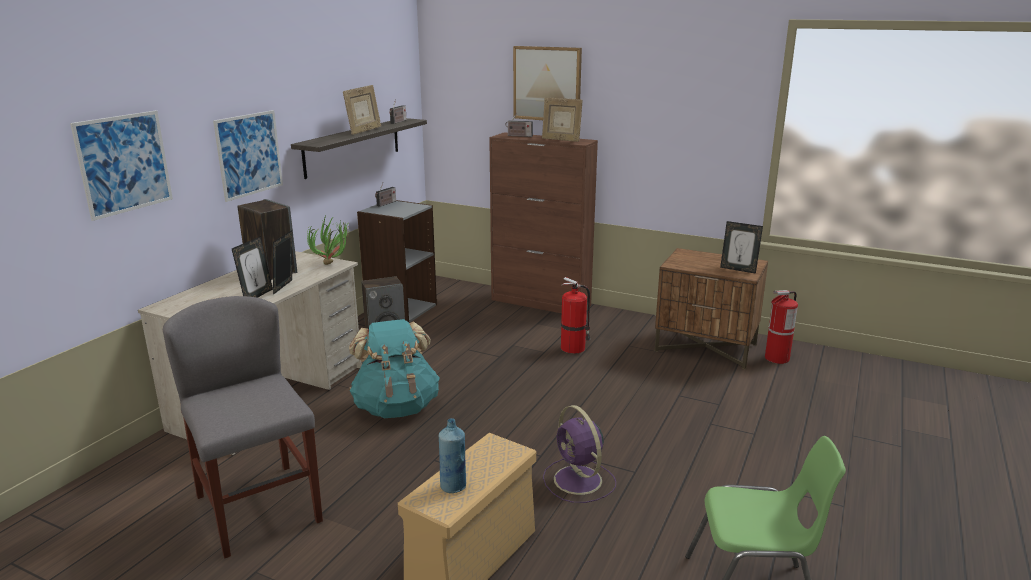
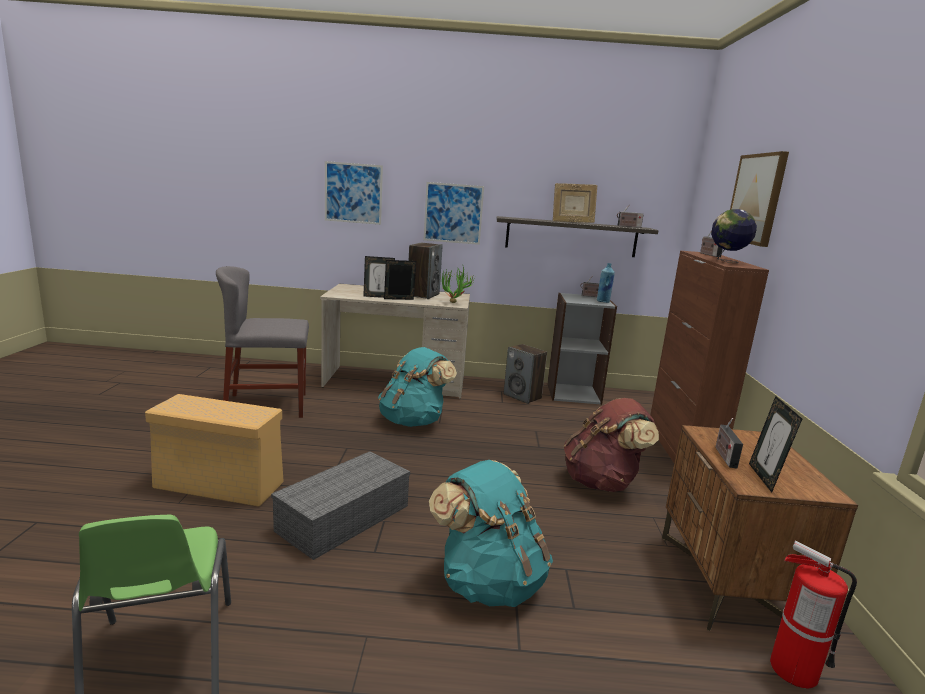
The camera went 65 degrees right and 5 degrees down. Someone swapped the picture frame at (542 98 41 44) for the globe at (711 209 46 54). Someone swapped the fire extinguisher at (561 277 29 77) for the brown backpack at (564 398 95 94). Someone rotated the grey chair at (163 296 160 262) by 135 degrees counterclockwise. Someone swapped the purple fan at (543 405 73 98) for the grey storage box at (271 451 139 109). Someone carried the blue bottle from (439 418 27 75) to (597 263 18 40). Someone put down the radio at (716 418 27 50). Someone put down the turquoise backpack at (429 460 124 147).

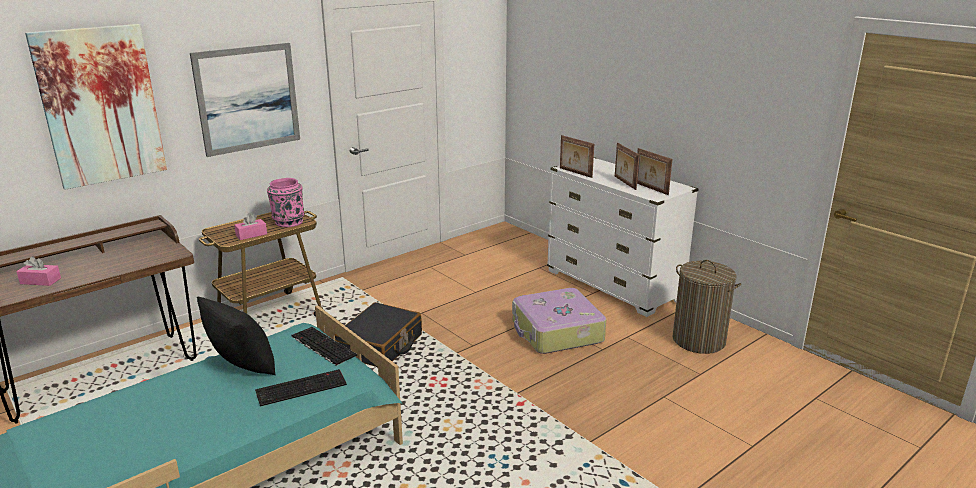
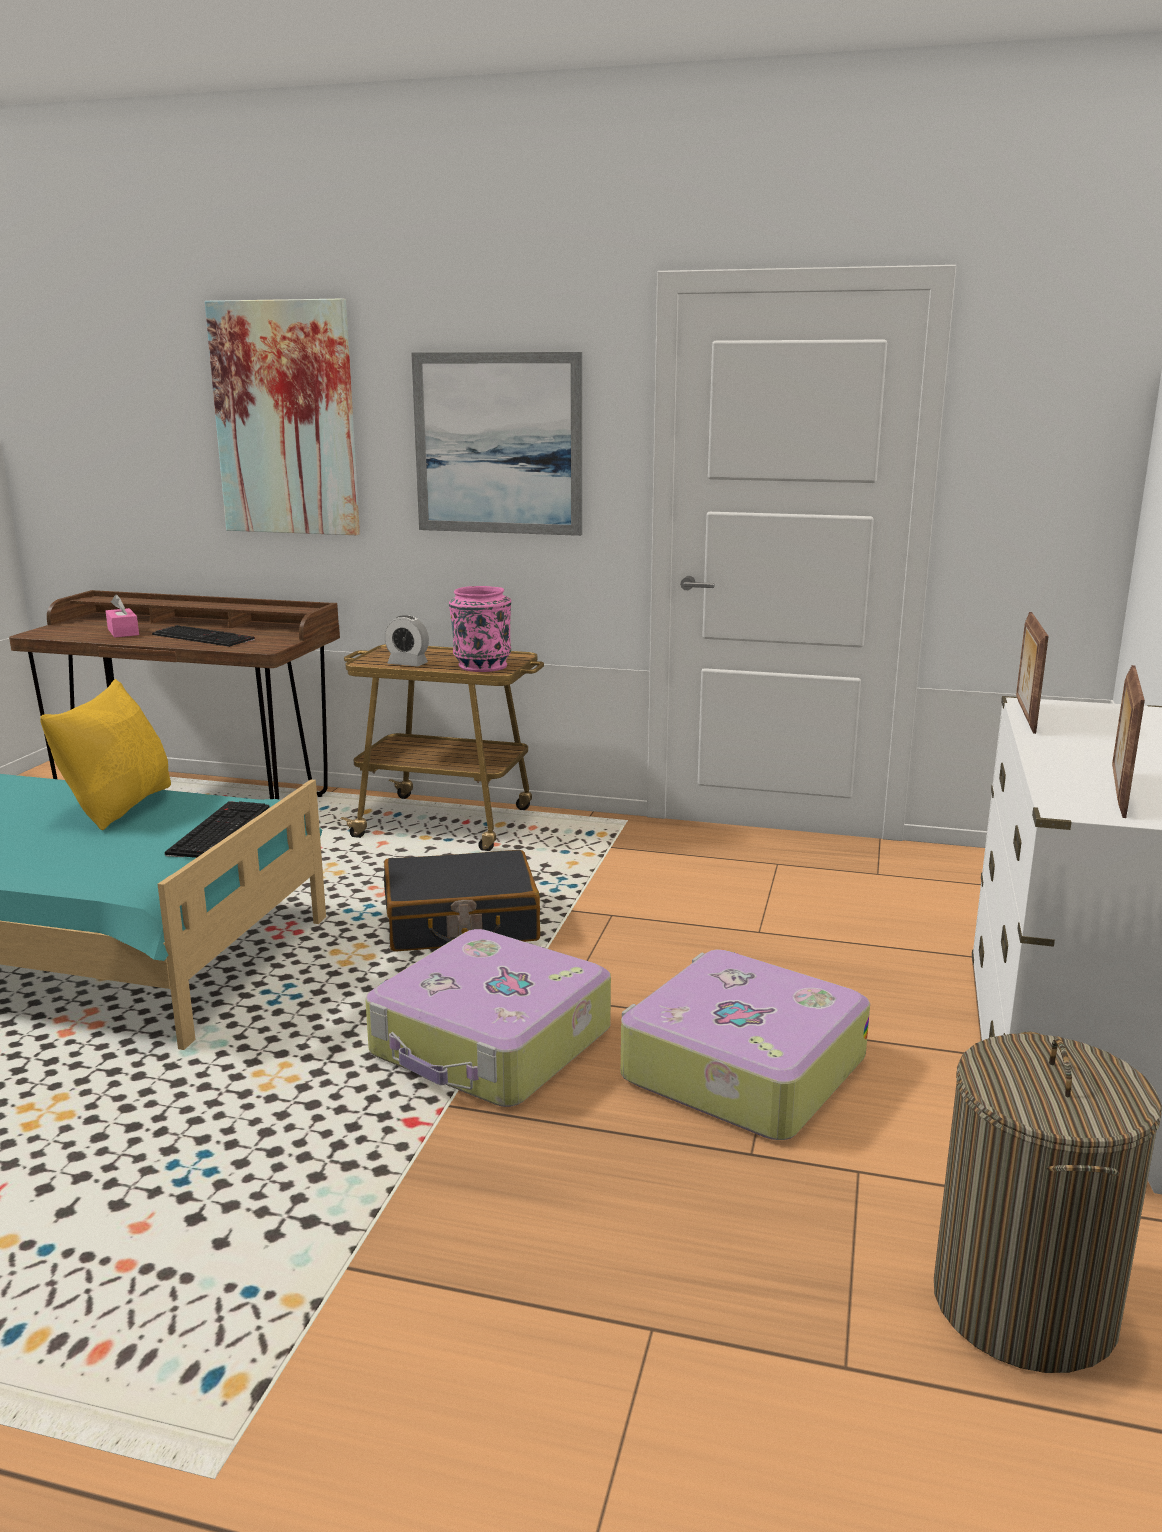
The camera went 55 degrees right and 5 degrees down. Someone took away the picture frame at (615 143 24 47). Someone swapped the pink tissue box at (234 213 33 27) for the alarm clock at (384 615 45 51). Someone repainted the black pillow at (197 297 79 78), which became the yellow pillow at (40 679 131 151). Someone carried the keyboard from (255 369 92 38) to (152 625 103 22). Someone put down the suitcase at (365 929 246 178).

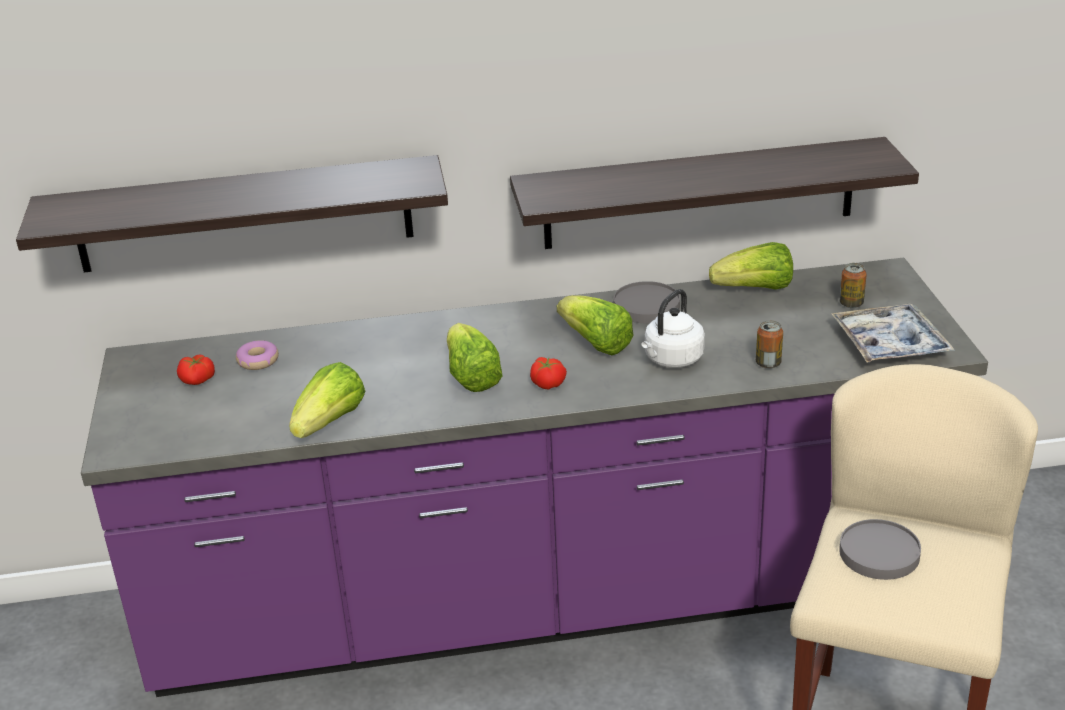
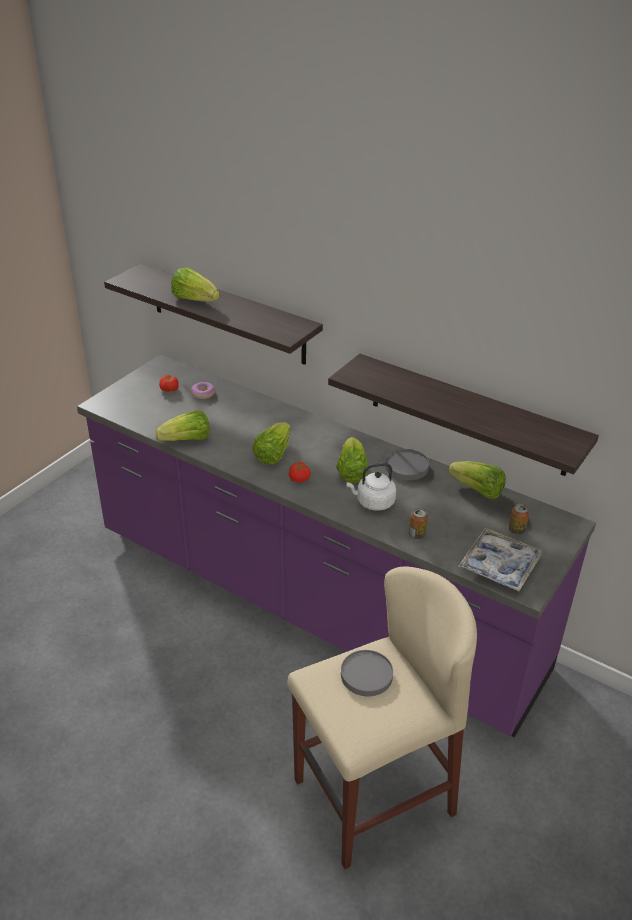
The camera went 40 degrees right and 5 degrees up. Someone put down the lettuce at (171 267 48 35).

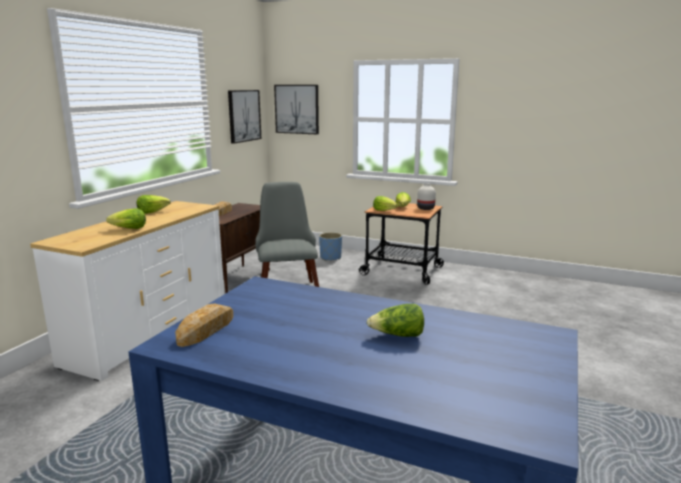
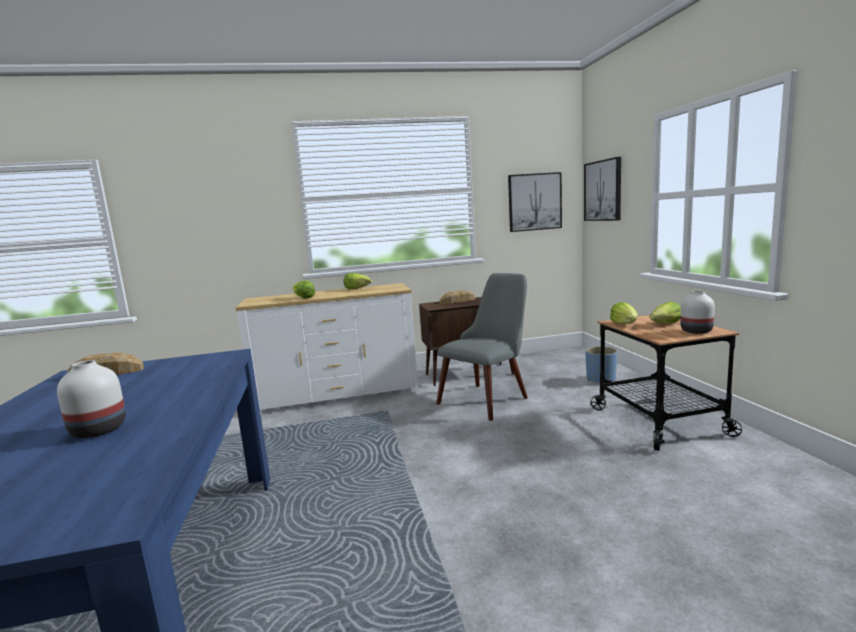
The camera went 55 degrees right and 5 degrees down. Someone swapped the lettuce at (367 304 57 33) for the white vase at (57 360 69 78).

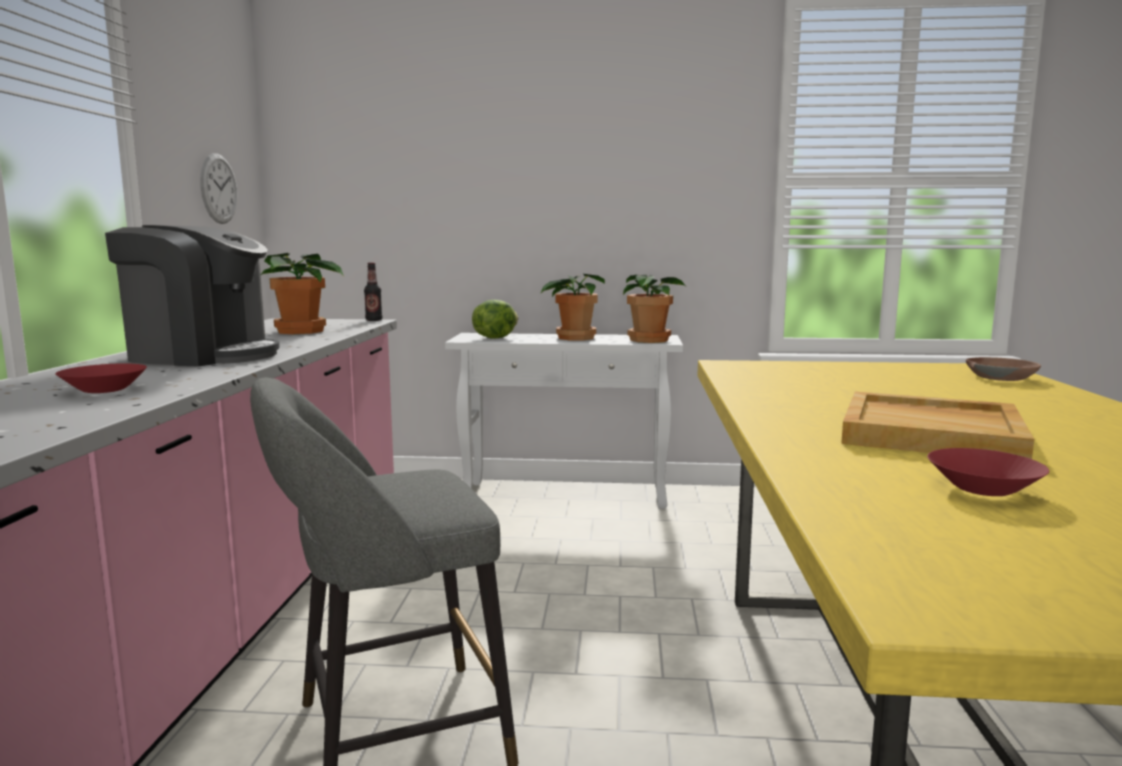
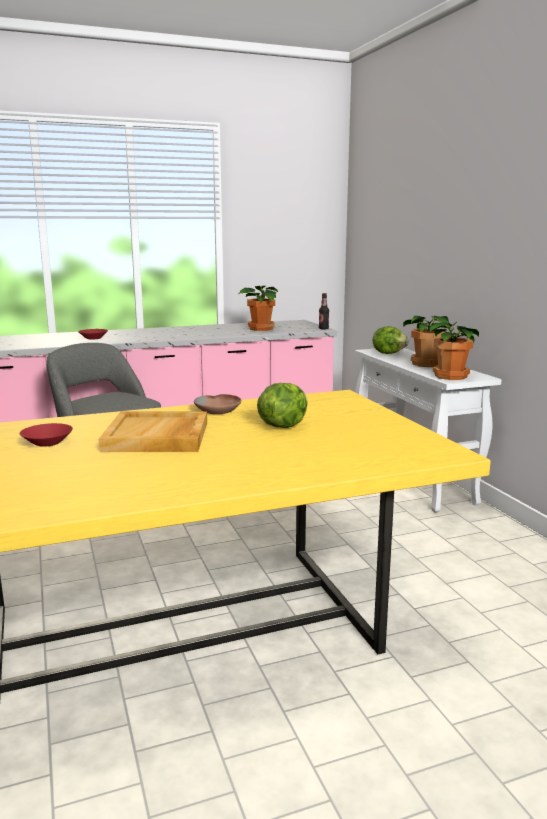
The camera went 65 degrees right and 5 degrees up. Someone took away the wall clock at (200 153 38 71). Someone took away the coffee machine at (105 225 175 141). Someone carried the brown bowl from (966 357 75 24) to (194 394 47 20). Someone put down the lettuce at (257 383 51 45).

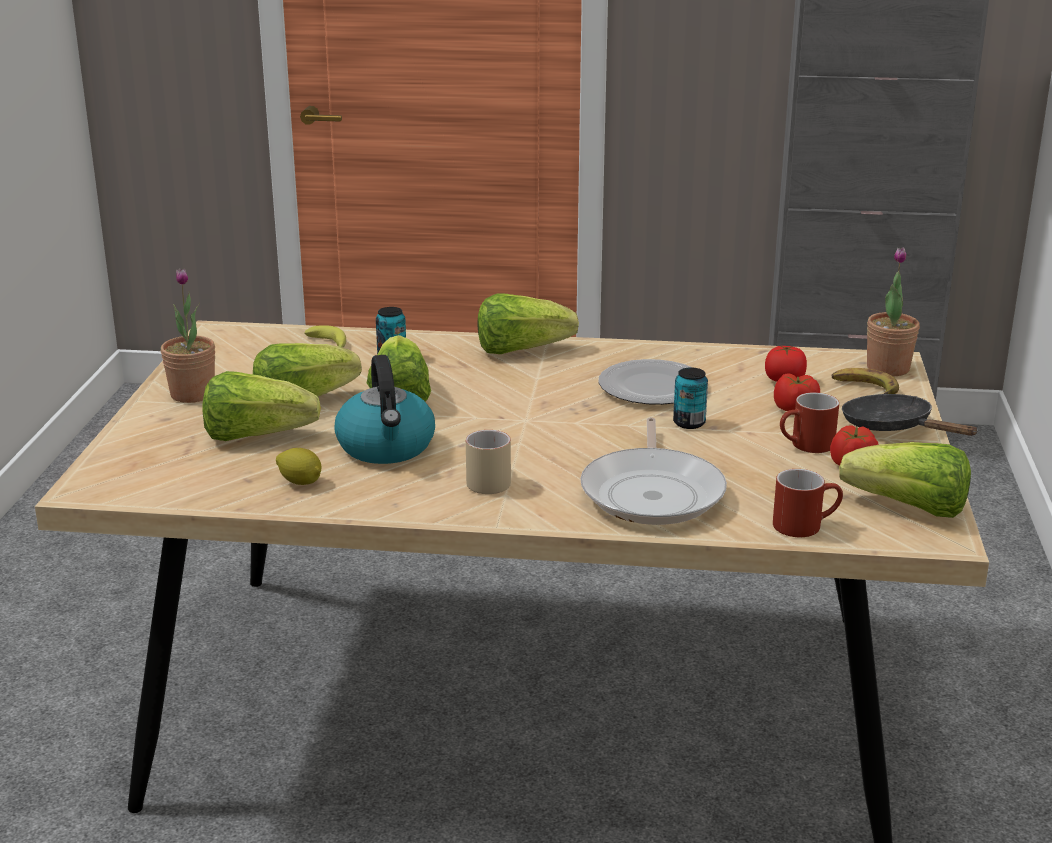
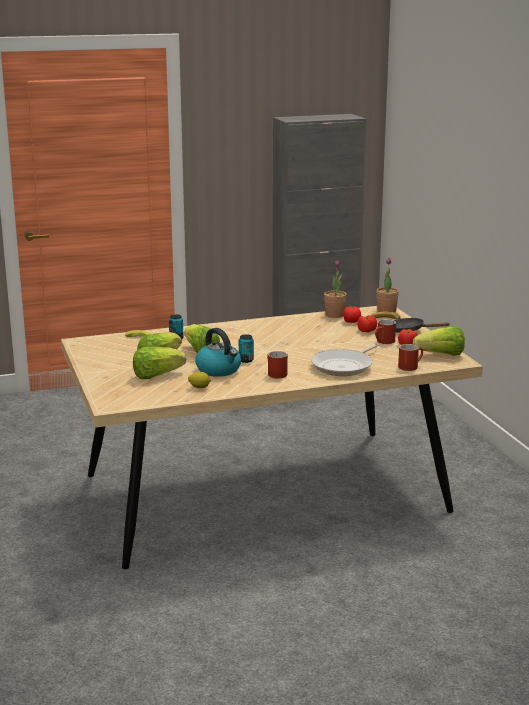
The camera went 25 degrees left and 5 degrees down. Someone carried the potted plant from (161 268 54 135) to (324 260 23 58). Someone took away the lettuce at (478 293 101 61). Someone took away the plate at (599 359 94 46). Someone carried the can from (673 367 35 62) to (239 334 15 29). Someone rotated the frying pan at (580 417 147 108) by 60 degrees clockwise. Someone repainted the beige mug at (466 430 45 64), which became the red mug at (267 351 21 27).

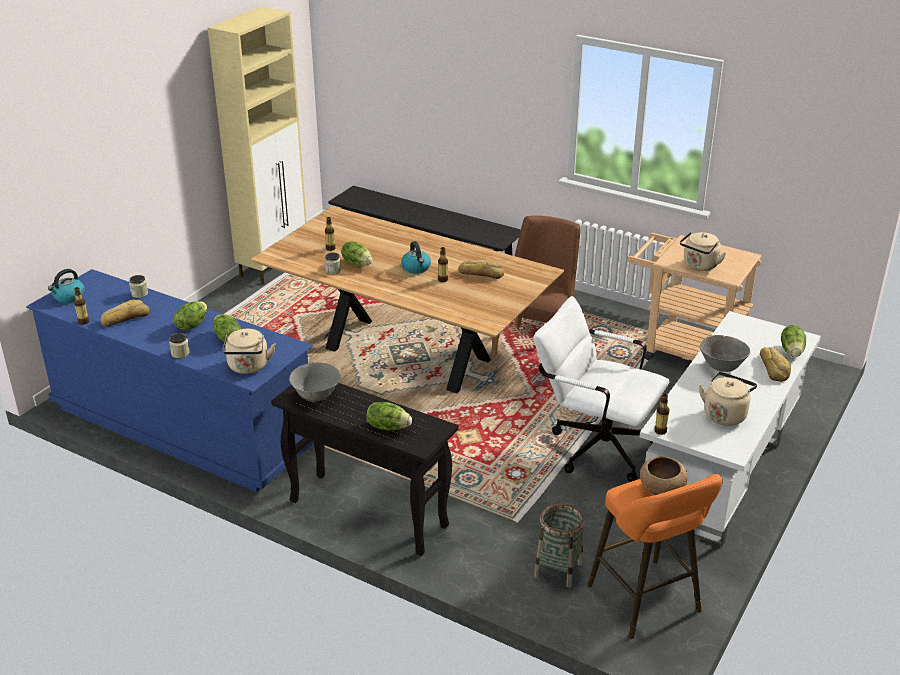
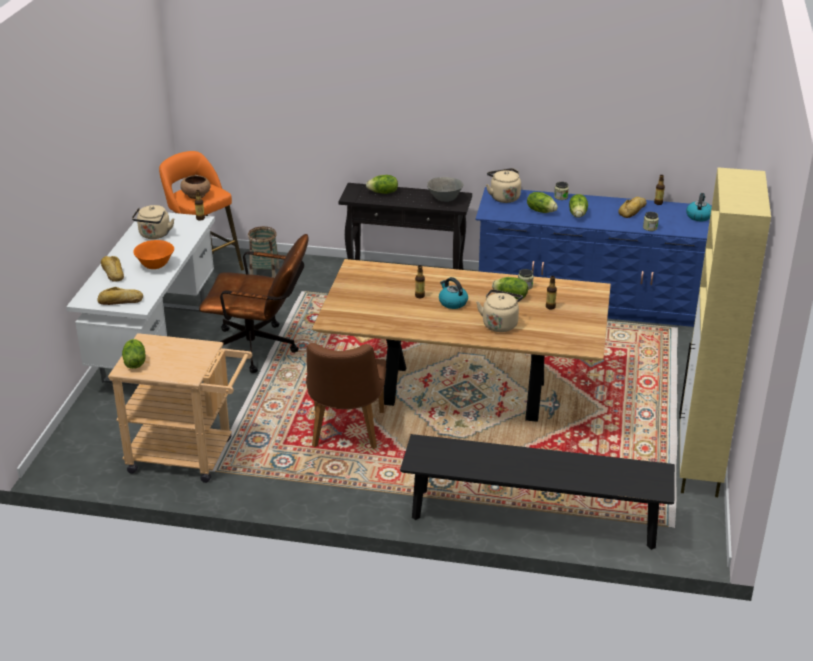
The camera went 160 degrees right and 0 degrees up. Someone carried the beige kettle from (680 232 46 39) to (476 289 47 43). Someone carried the bread from (458 260 46 19) to (98 287 45 18). Someone repainted the white office chair at (533 296 137 186), which became the brown office chair at (199 234 110 139). Someone carried the lettuce from (781 325 25 32) to (122 339 24 30). Someone repainted the grey bowl at (699 335 51 37), which became the orange bowl at (133 240 41 29).

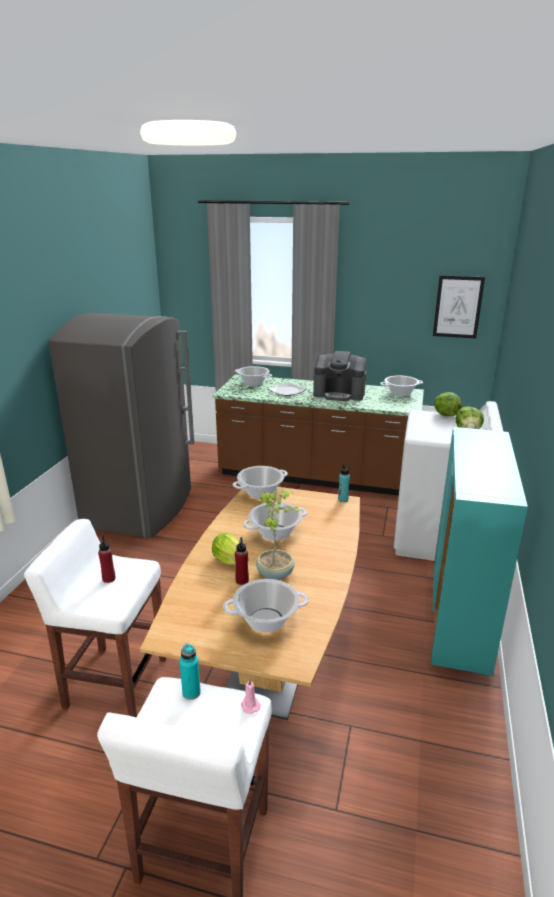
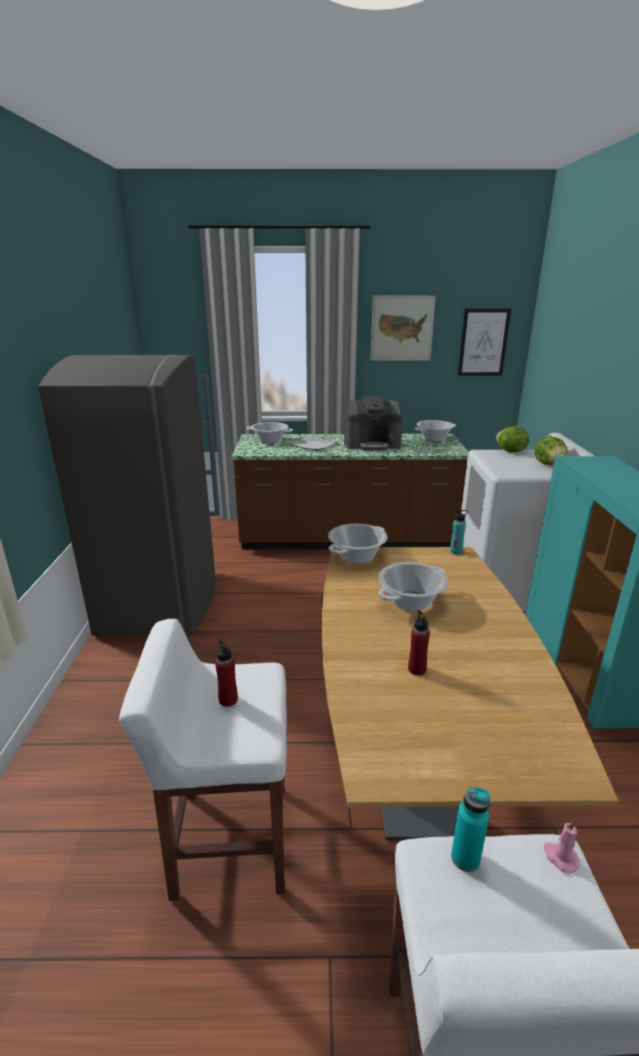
The camera went 15 degrees left and 0 degrees up. Someone took away the potted plant at (256 489 46 91). Someone took away the lettuce at (212 533 37 32). Someone took away the cooking pot at (223 579 86 54). Someone put up the picture at (371 296 65 65).

